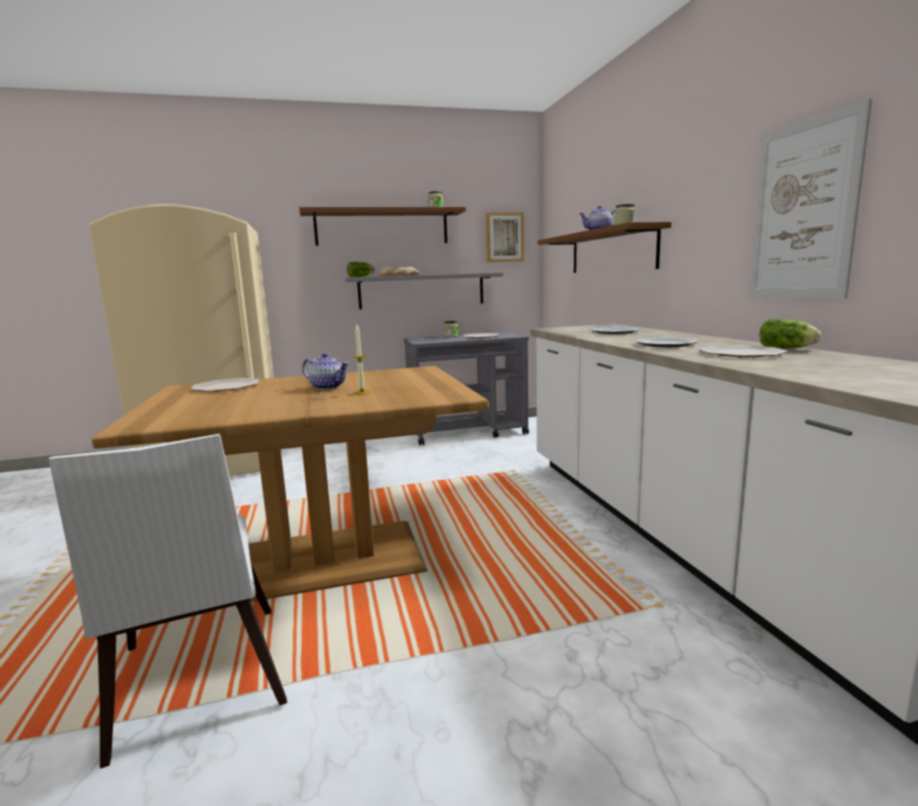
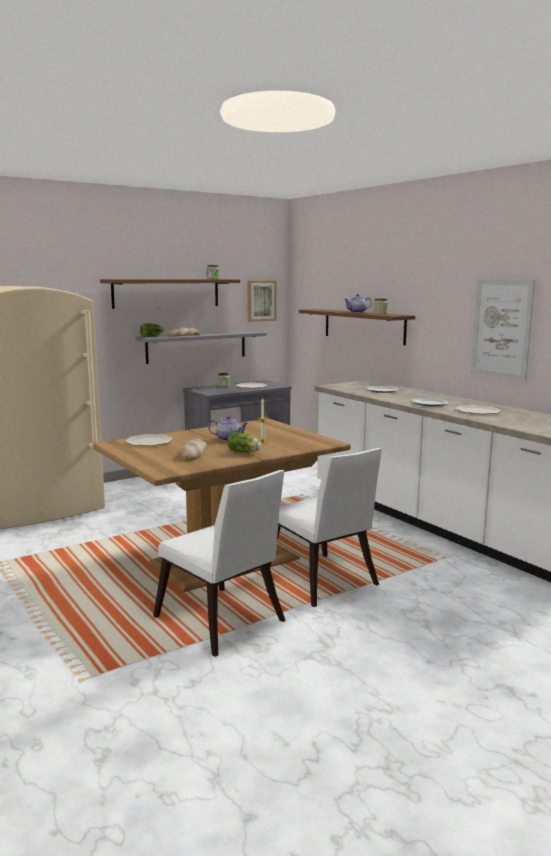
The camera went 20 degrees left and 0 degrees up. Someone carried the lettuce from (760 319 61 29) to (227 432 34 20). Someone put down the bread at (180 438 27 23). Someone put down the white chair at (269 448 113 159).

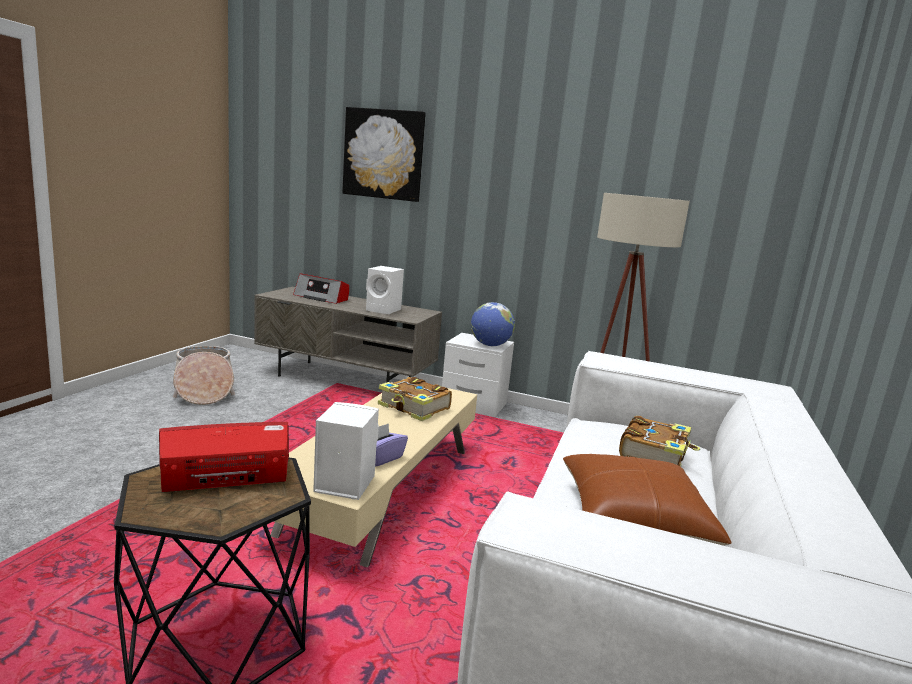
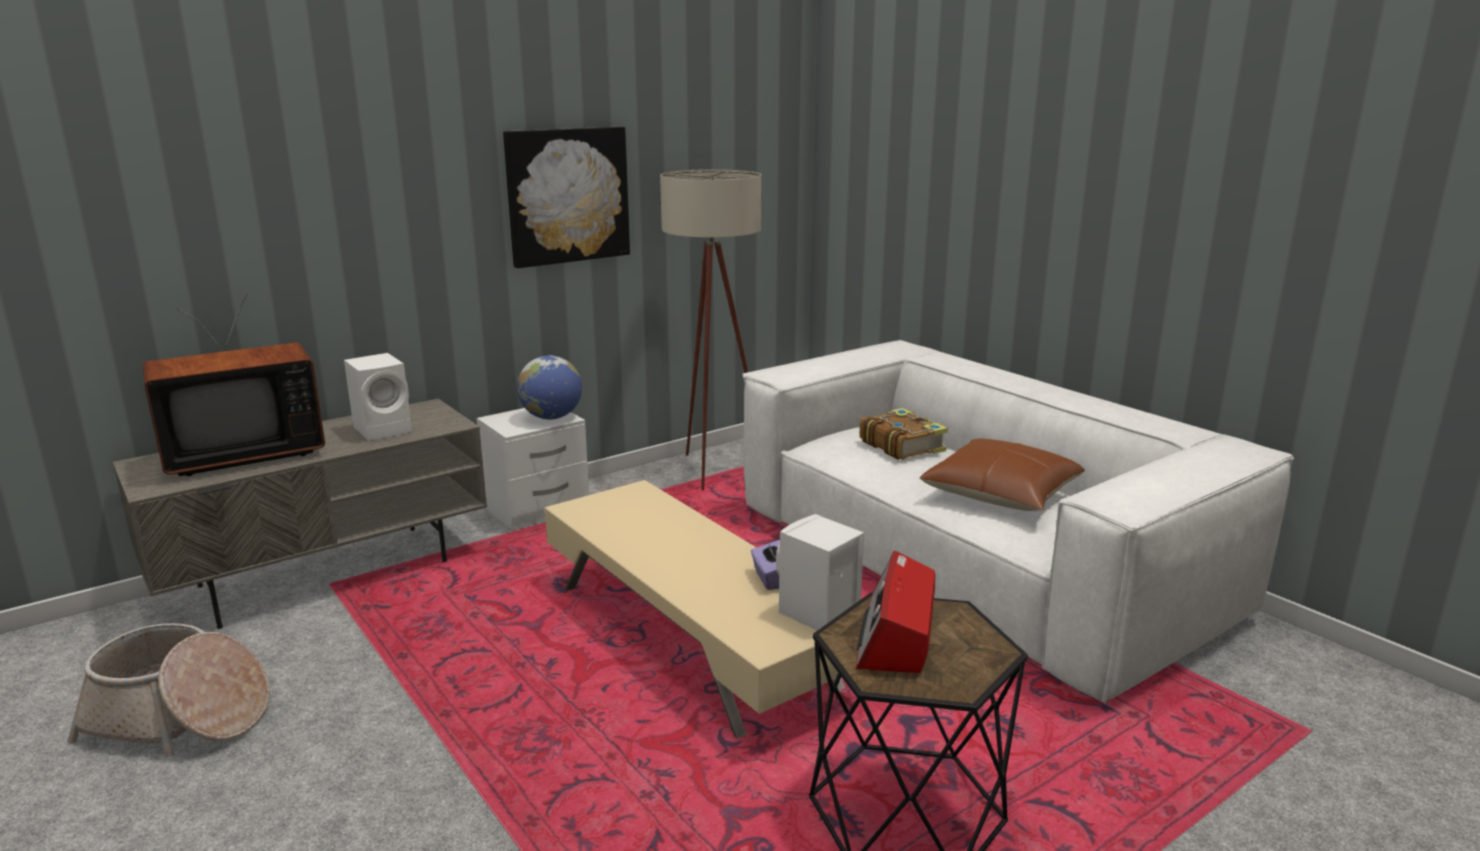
The camera went 55 degrees left and 5 degrees up. Someone carried the picture from (342 107 84 95) to (503 127 127 141). Someone swapped the radio at (293 273 56 31) for the television at (143 294 182 182). Someone took away the book at (378 377 74 44).

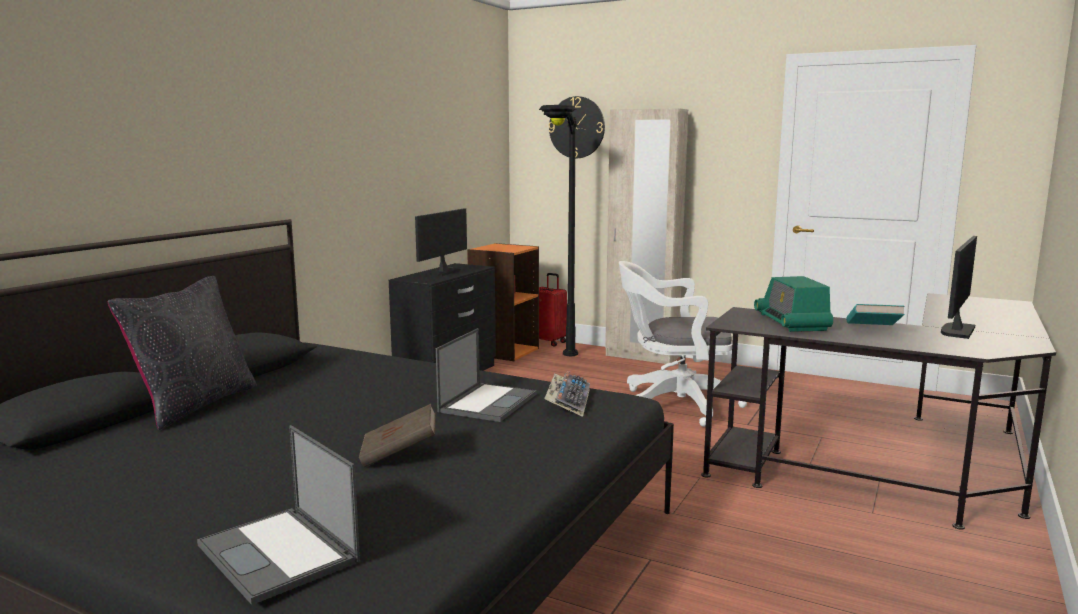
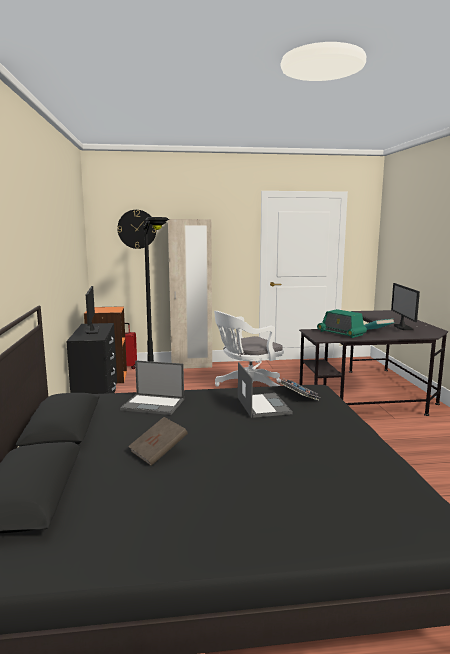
The camera went 35 degrees left and 0 degrees up. Someone took away the black pillow at (108 276 149 154). Someone carried the brown book from (359 404 77 63) to (128 417 60 49). Someone carried the laptop from (197 425 163 180) to (120 360 64 55).

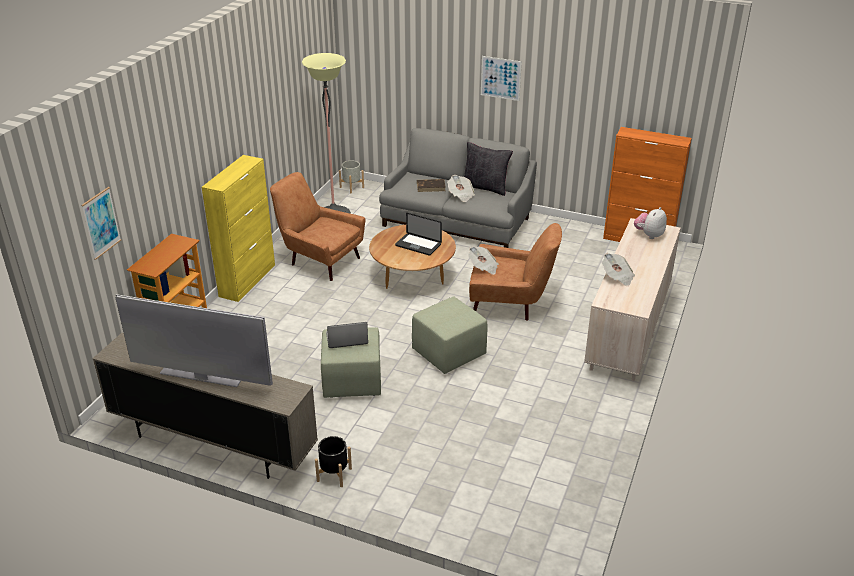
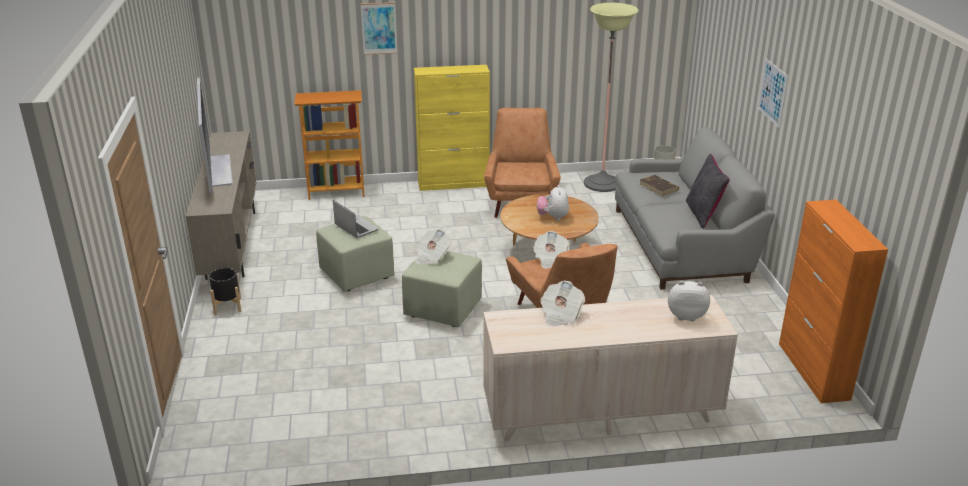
The camera went 60 degrees right and 5 degrees down. Someone carried the newspaper from (447 175 28 27) to (415 229 36 35). Someone carried the picture from (81 187 40 73) to (361 3 36 52). Someone swapped the laptop at (395 213 47 43) for the plush toy at (537 185 32 35).

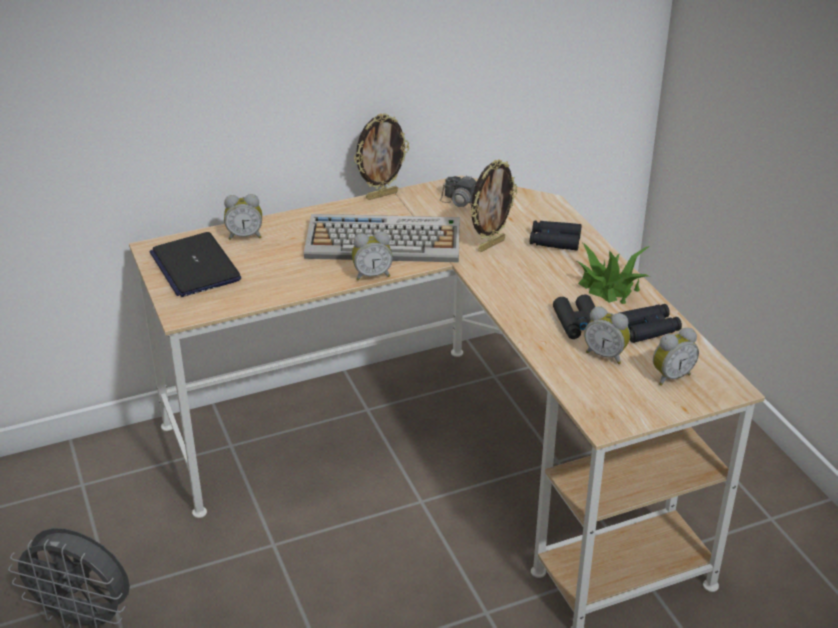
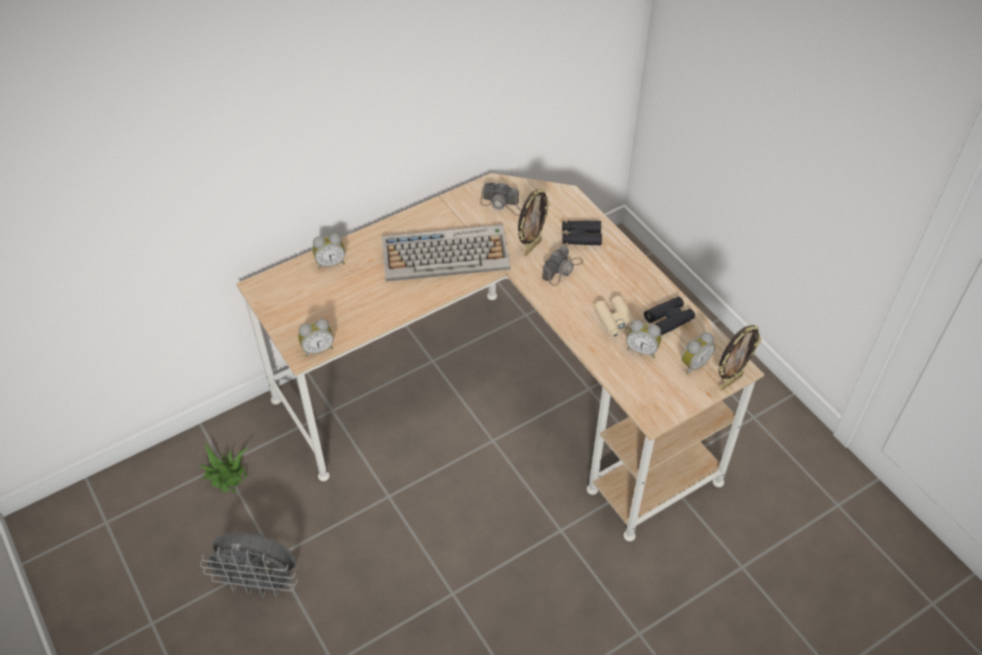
The camera went 10 degrees left and 15 degrees up. Someone carried the picture frame from (354 113 55 87) to (719 325 43 66). Someone took away the laptop at (150 232 91 65). Someone carried the alarm clock from (352 232 41 48) to (298 319 36 38). Someone carried the potted plant from (577 243 73 61) to (198 443 52 50). Someone repainted the black binoculars at (553 294 42 45), which became the beige binoculars at (594 296 40 42). Someone put down the photo camera at (542 246 41 40).

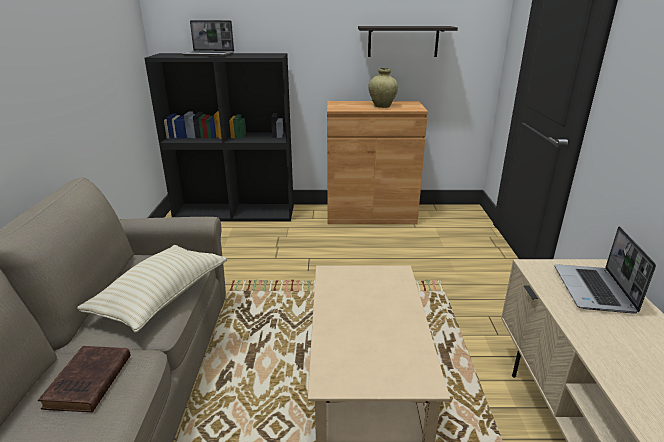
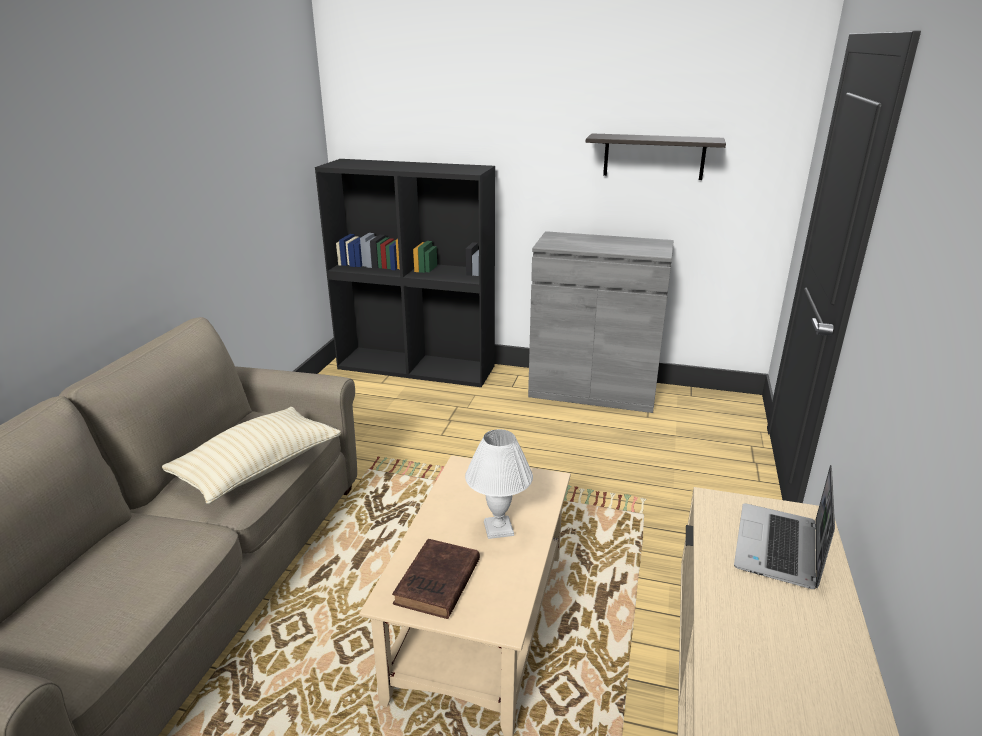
The camera went 15 degrees right and 0 degrees up. Someone took away the laptop at (182 20 52 36). Someone took away the beige vase at (368 68 30 40). Someone repainted the brown cabinet at (327 101 101 123), which became the grey cabinet at (528 231 146 182). Someone carried the brown book from (38 346 93 67) to (392 539 88 80). Someone put down the white table lamp at (465 429 68 110).

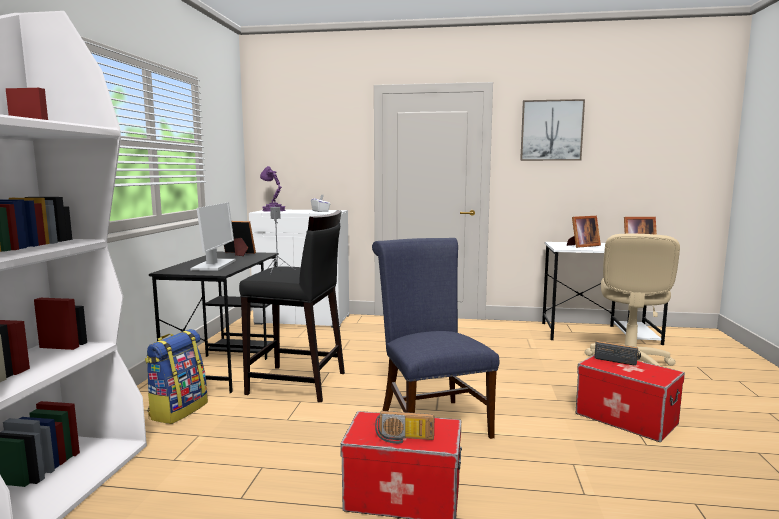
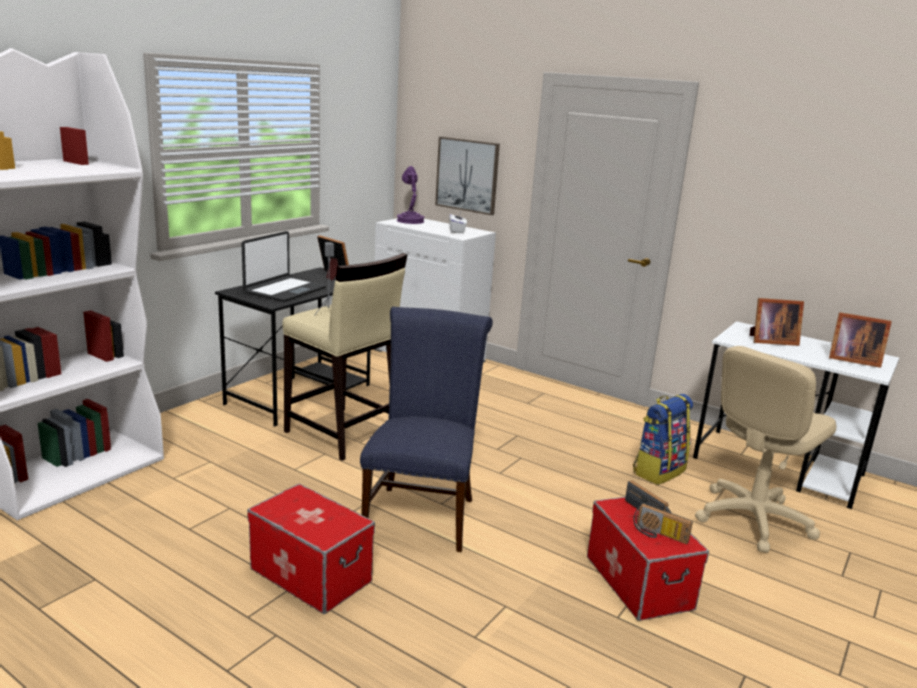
The camera went 25 degrees right and 10 degrees up. Someone carried the picture from (520 99 65 62) to (435 137 65 78). Someone swapped the monitor at (190 202 46 69) for the laptop at (242 231 85 71). Someone repainted the black stool at (239 210 106 192), which became the beige stool at (282 253 125 208). Someone carried the backpack from (145 329 63 95) to (633 394 60 91). Someone carried the radio from (375 411 59 33) to (633 503 60 41).

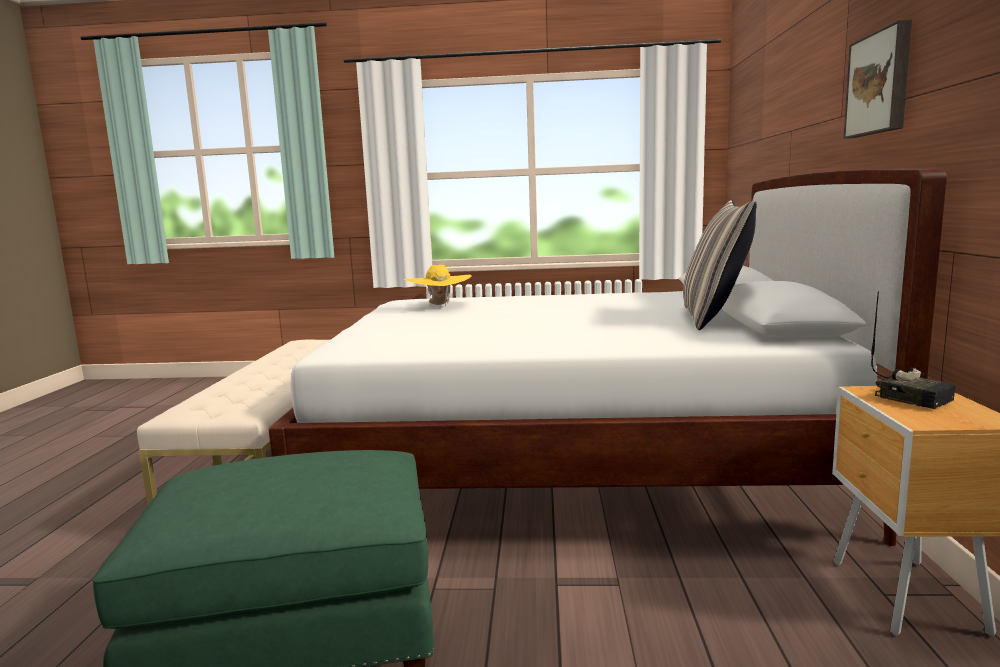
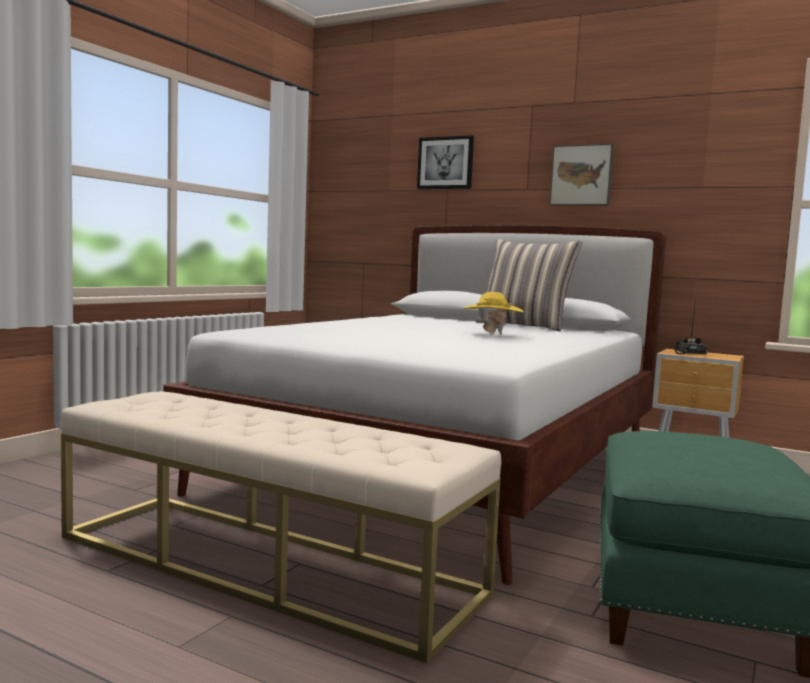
The camera went 65 degrees left and 5 degrees down. Someone carried the yellow hat from (403 265 69 40) to (462 292 62 43). Someone rotated the radio at (871 291 84 118) by 75 degrees counterclockwise. Someone put up the picture at (417 135 57 54).

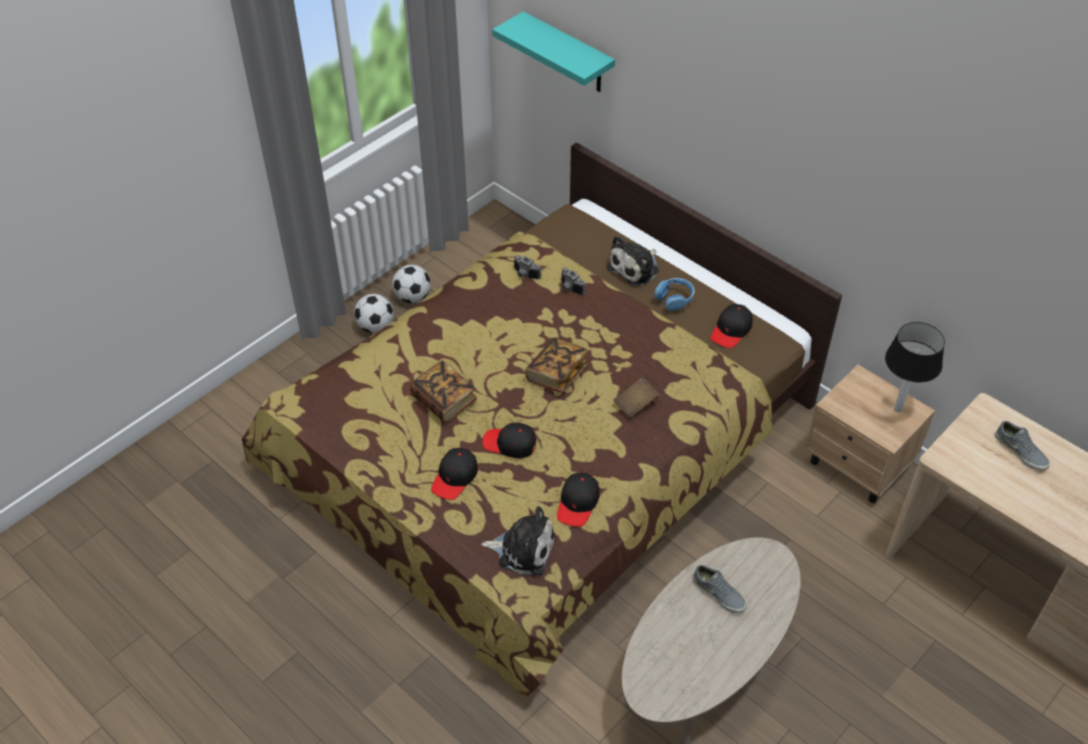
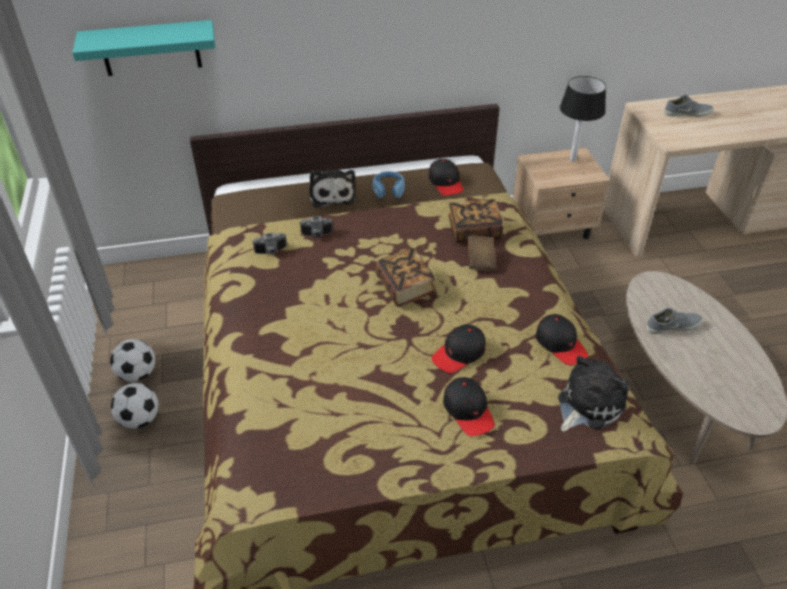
The camera went 55 degrees left and 5 degrees down. Someone carried the book from (410 360 67 63) to (449 199 55 44).

